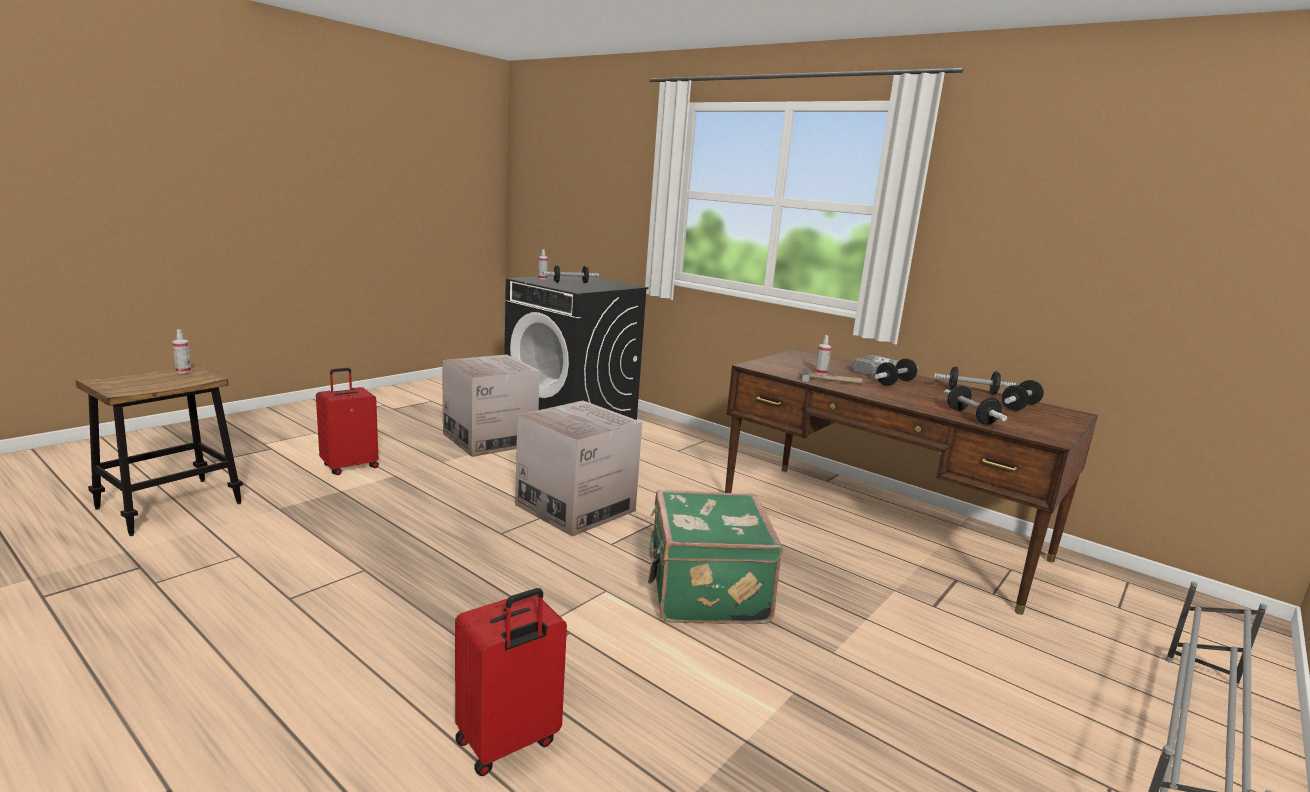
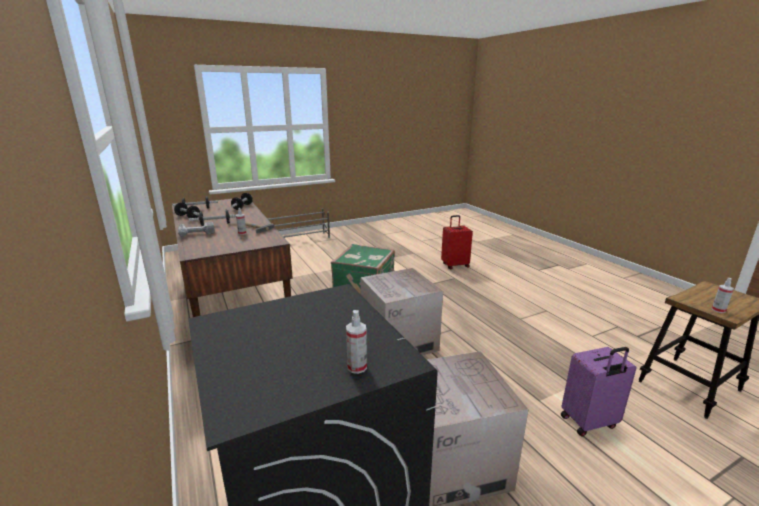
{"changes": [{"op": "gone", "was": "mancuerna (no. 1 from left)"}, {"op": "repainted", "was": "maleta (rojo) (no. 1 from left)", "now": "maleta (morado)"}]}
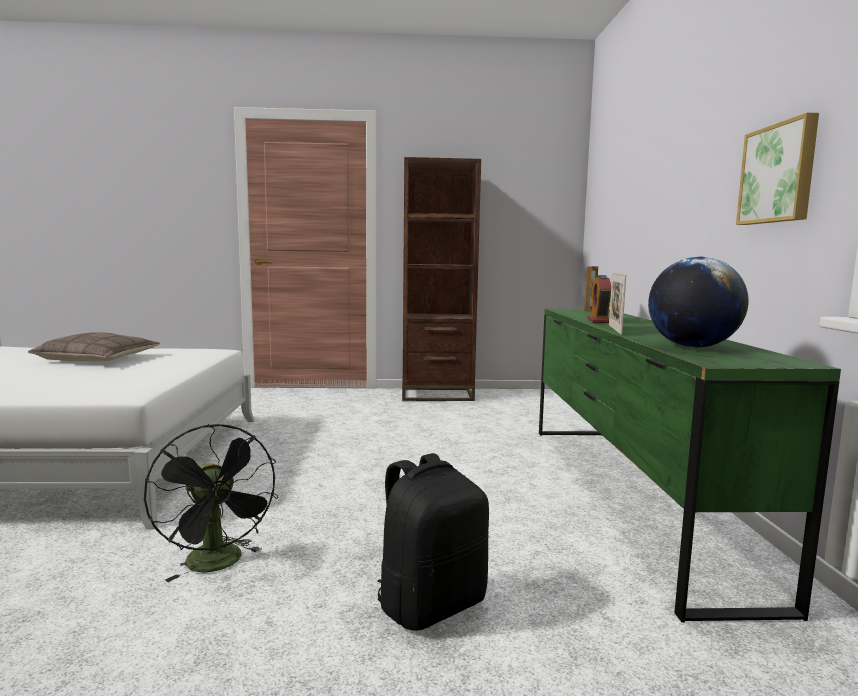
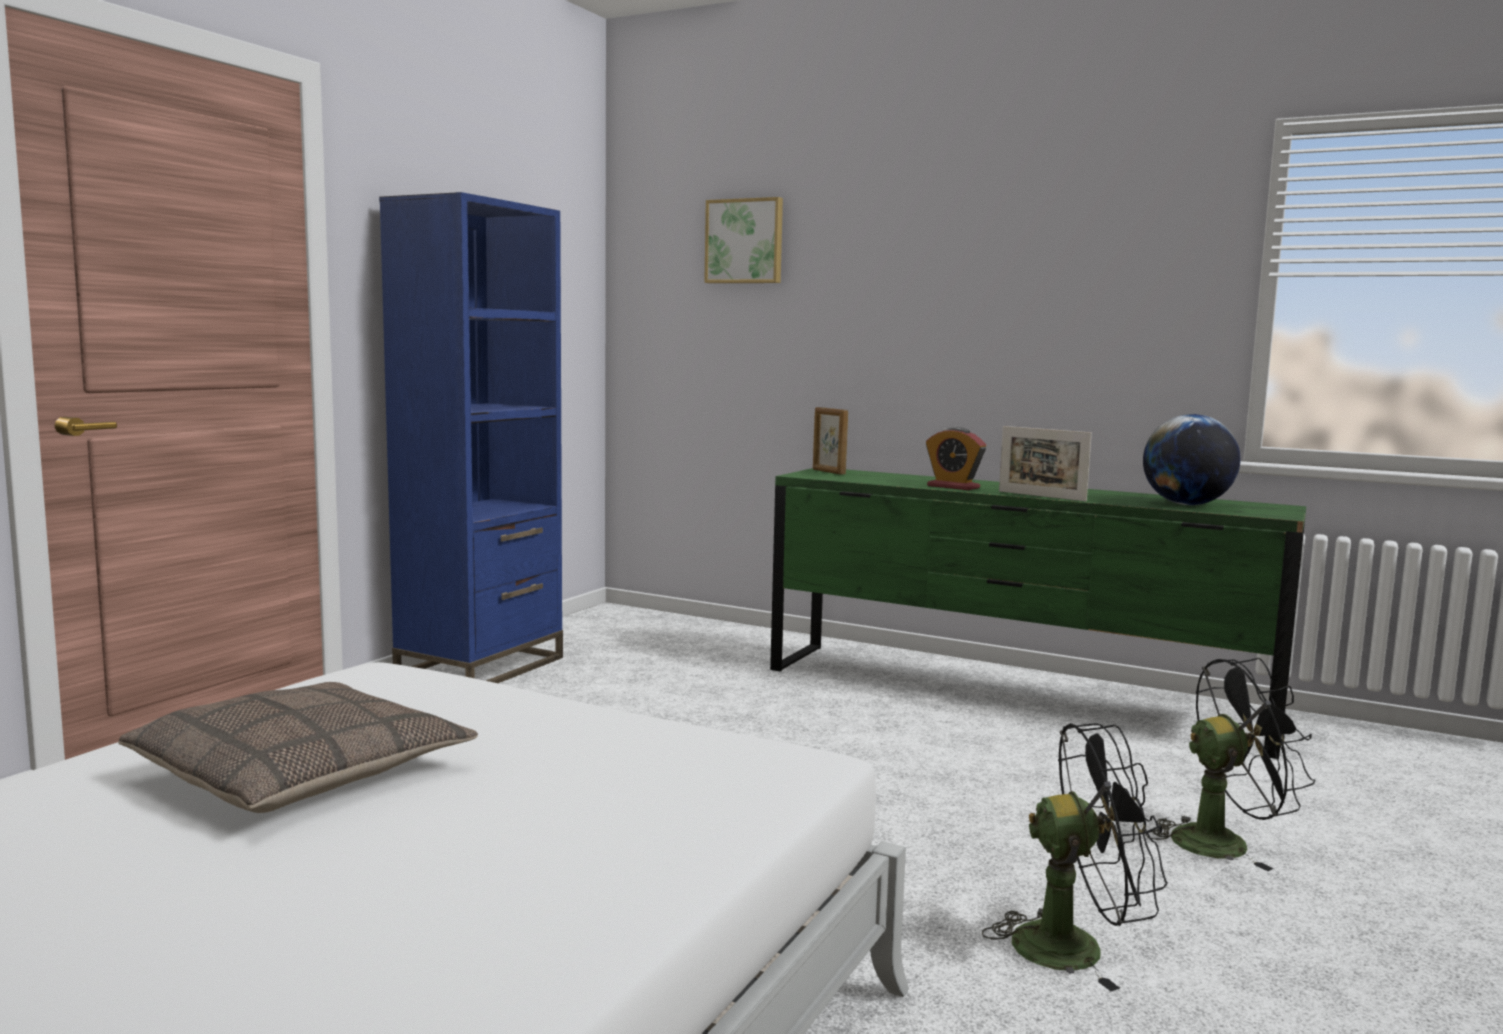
{"changes": [{"op": "shifted", "was": "cuadro"}, {"op": "swapped", "was": "mochila (negro)", "now": "ventilador (negro) (no. 2 from left)"}, {"op": "repainted", "was": "estantería (marrón)", "now": "estantería (azul)"}]}
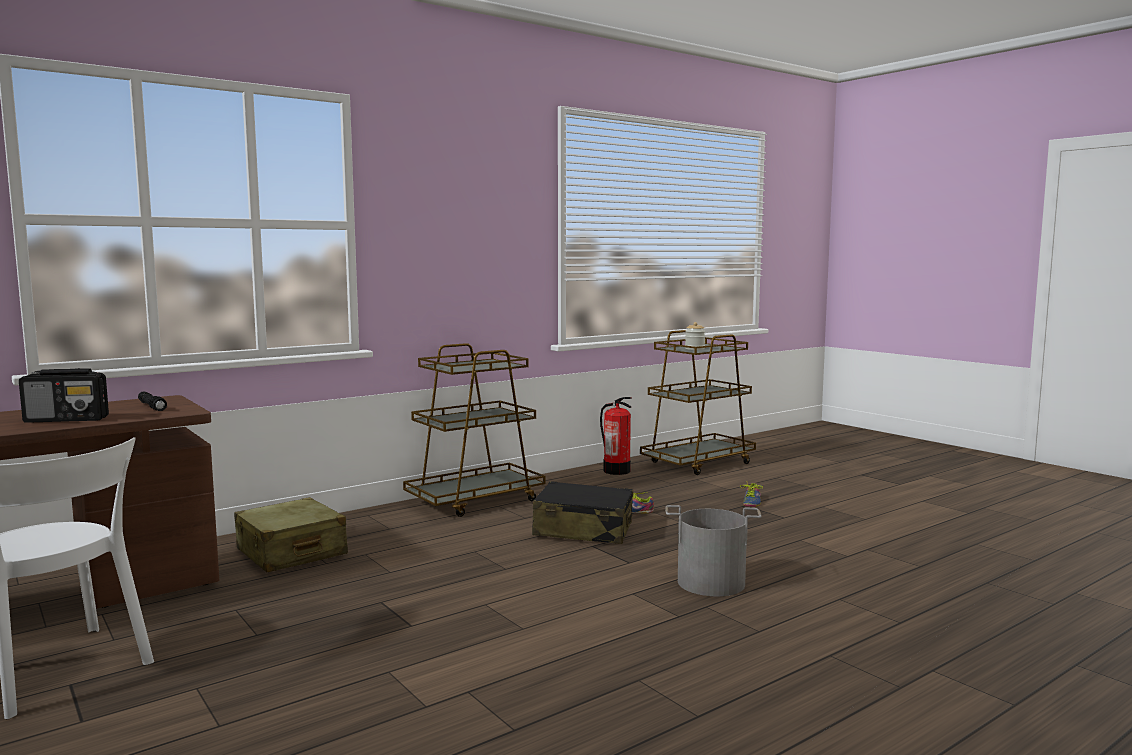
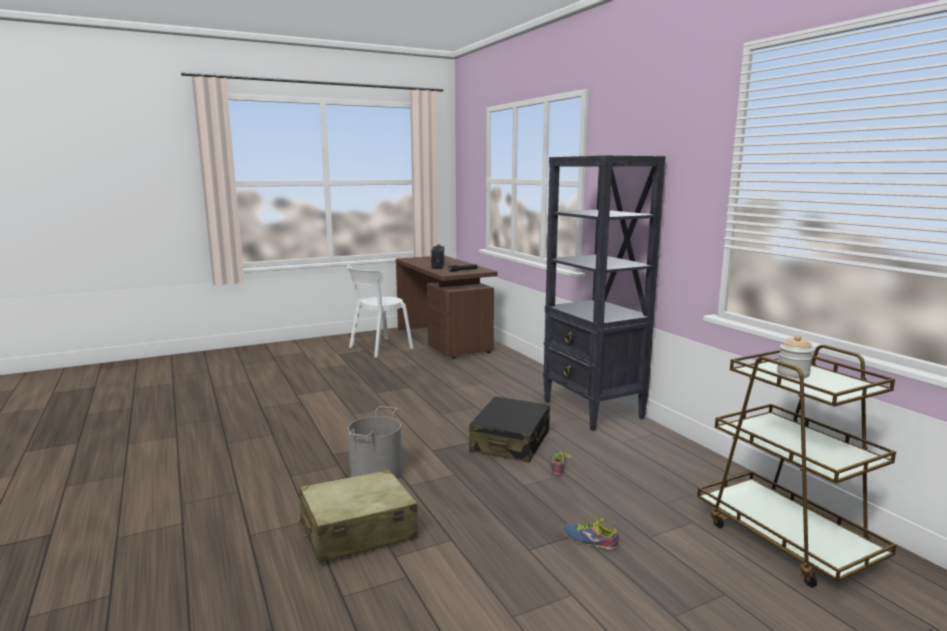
{"changes": [{"op": "gone", "was": "extintor"}, {"op": "shifted", "was": "maleta (beis)"}, {"op": "swapped", "was": "carrito (marrón) (no. 1 from left)", "now": "estantería (negro)"}]}
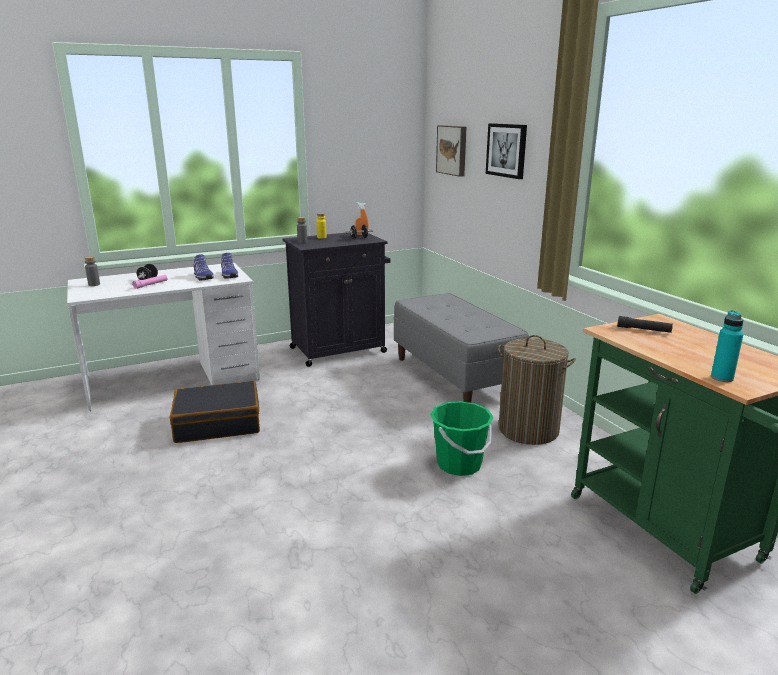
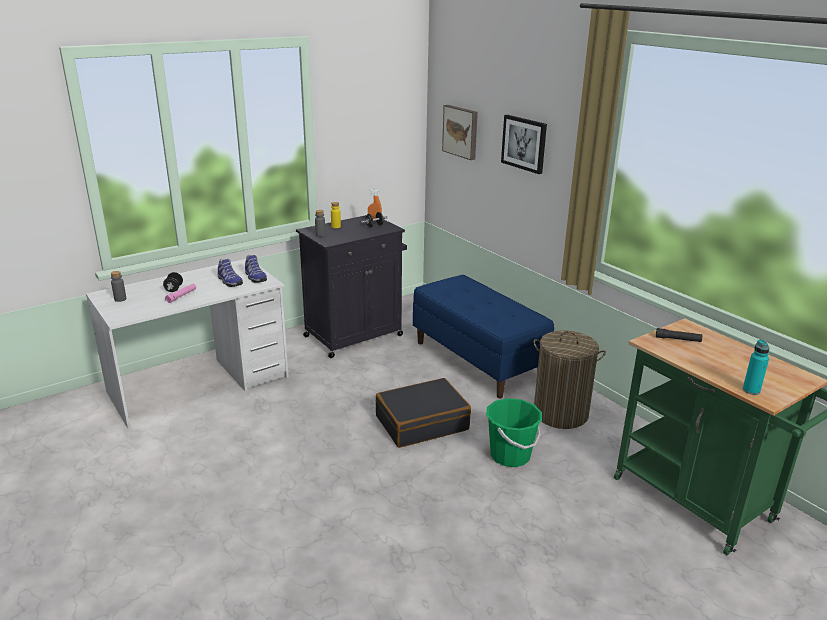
{"changes": [{"op": "shifted", "was": "maleta (negro)"}, {"op": "repainted", "was": "banco (gris)", "now": "banco (azul)"}]}
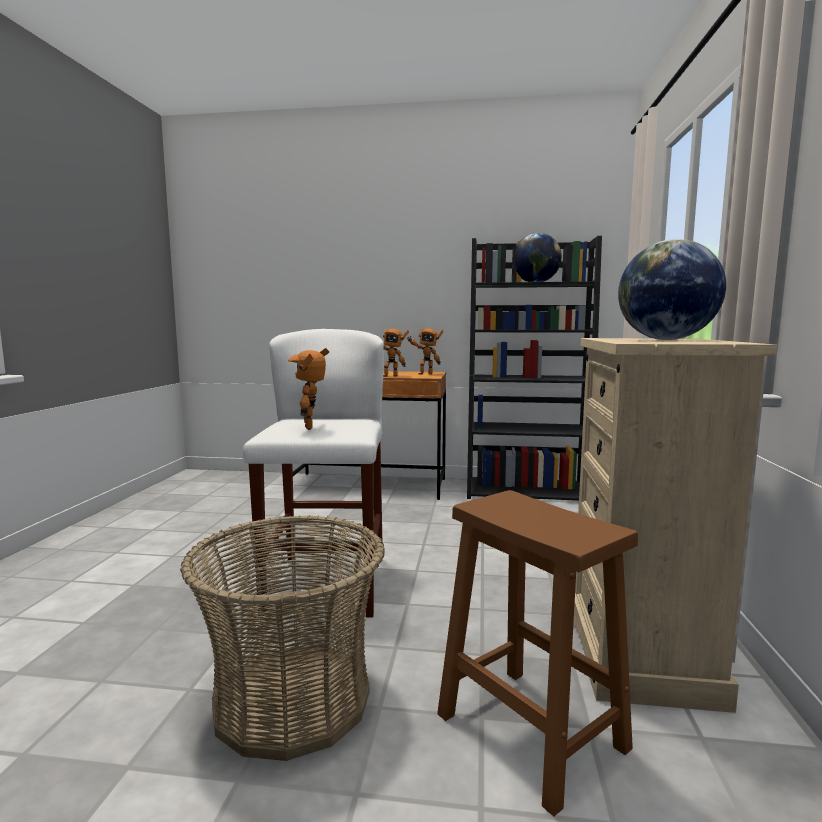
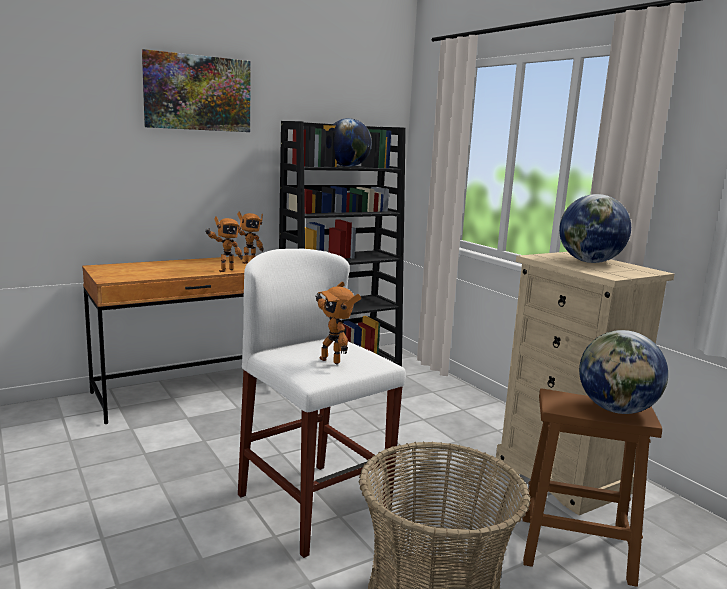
{"changes": [{"op": "new", "now": "cuadro"}, {"op": "new", "now": "globo terráqueo (no. 3 from left)"}]}
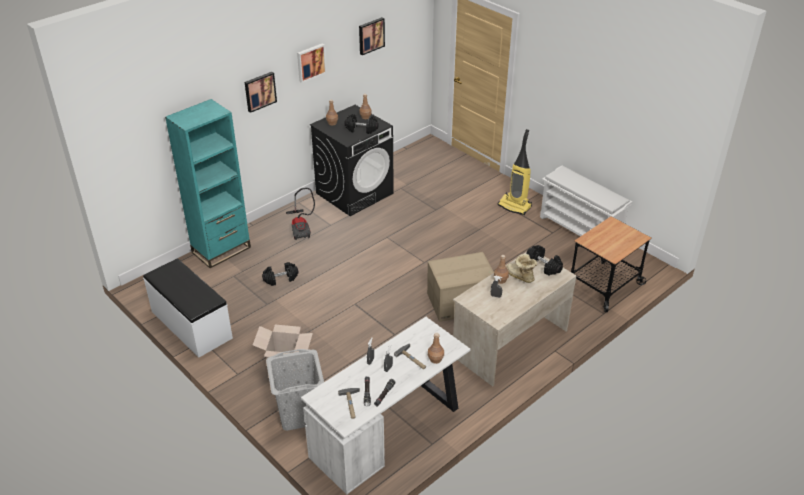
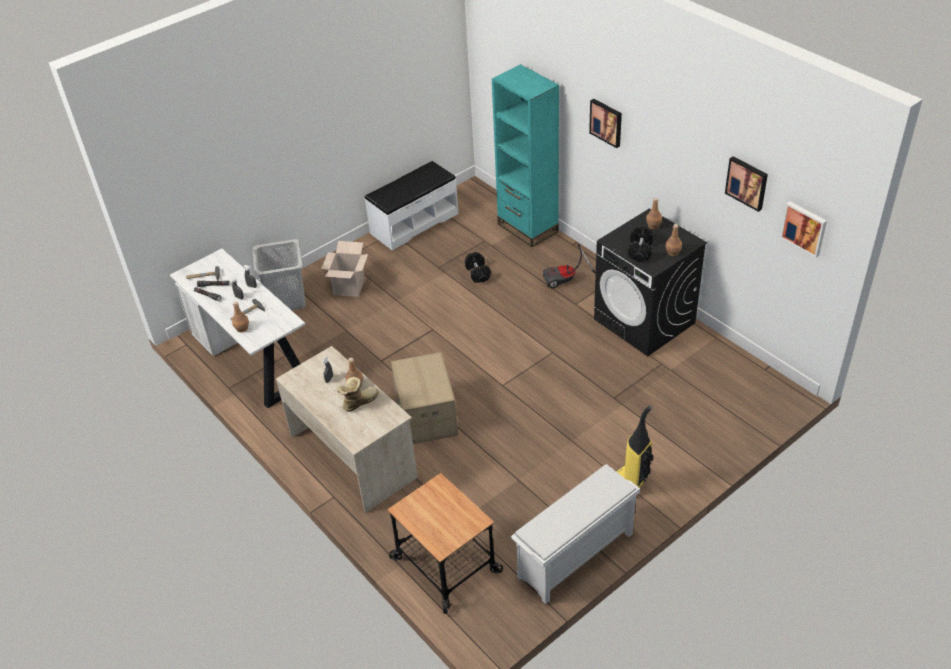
{"changes": [{"op": "gone", "was": "mancuerna (negro) (no. 3 from left)"}, {"op": "shifted", "was": "cuadro (no. 2 from left in the first image)", "now": "cuadro (no. 3 from left)"}]}
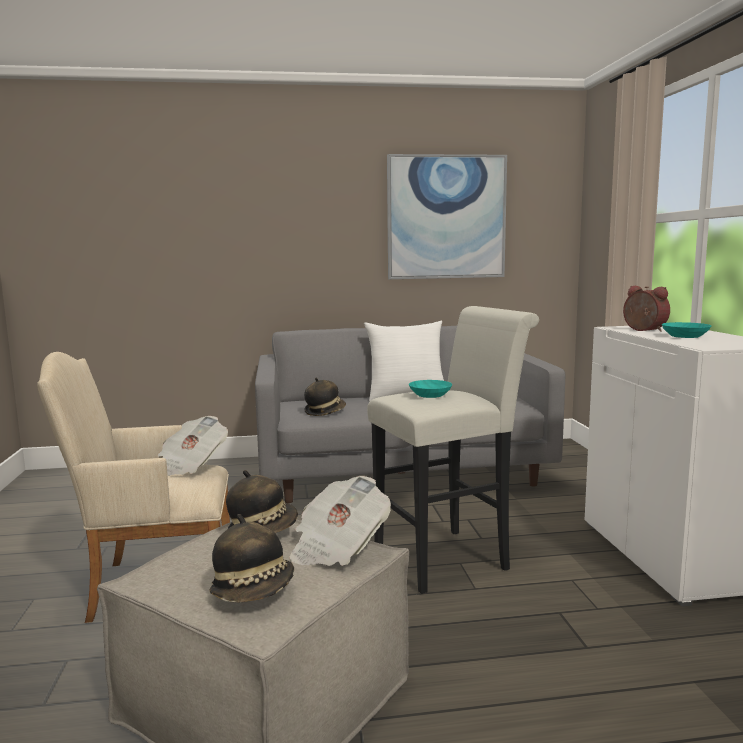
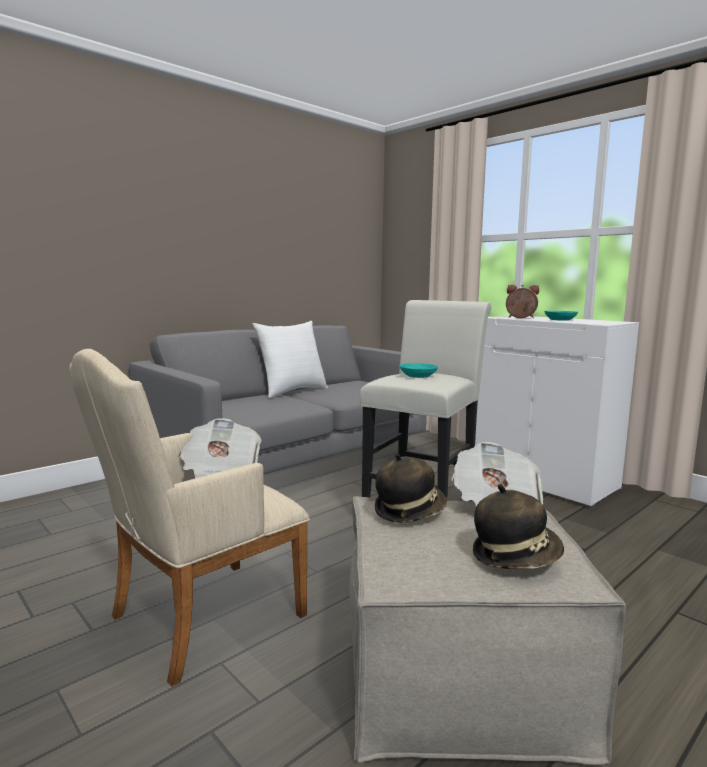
{"changes": [{"op": "gone", "was": "sombrero (no. 3 from left)"}, {"op": "gone", "was": "cuadro"}]}
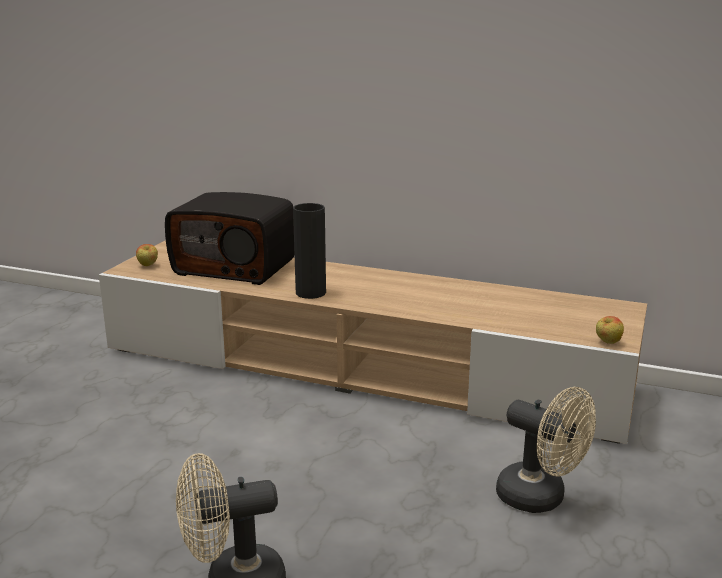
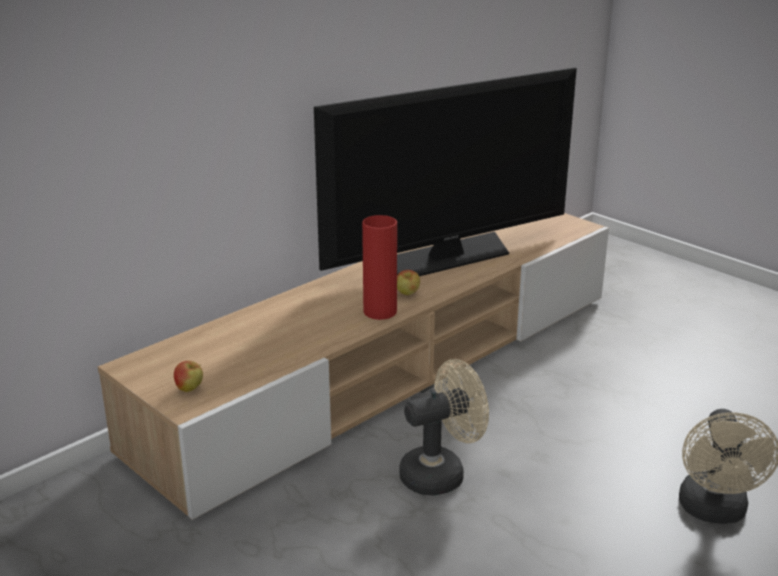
{"changes": [{"op": "gone", "was": "radio"}, {"op": "new", "now": "televisor"}, {"op": "shifted", "was": "ventilador (beis) (no. 2 from left in the first image)", "now": "ventilador (beis) (no. 1 from left)"}, {"op": "shifted", "was": "manzana (no. 2 from left)"}, {"op": "repainted", "was": "florero (negro)", "now": "florero (rojo)"}]}
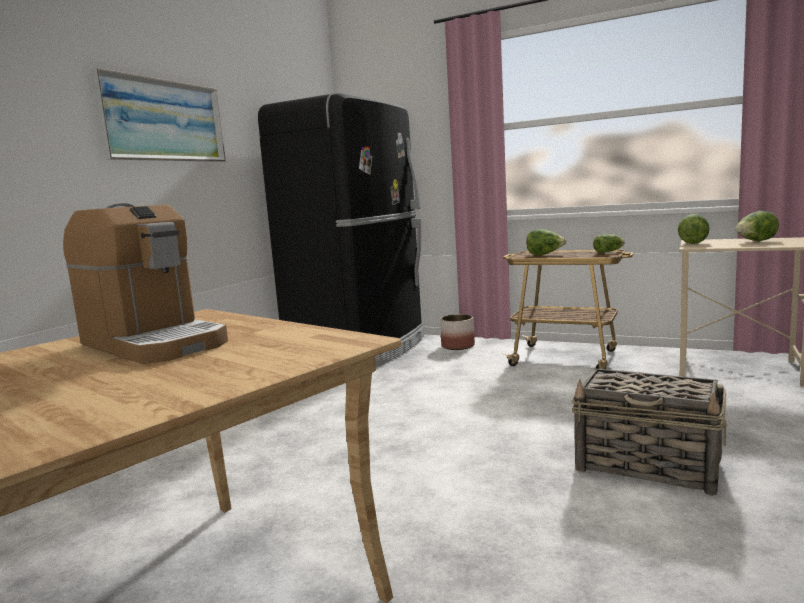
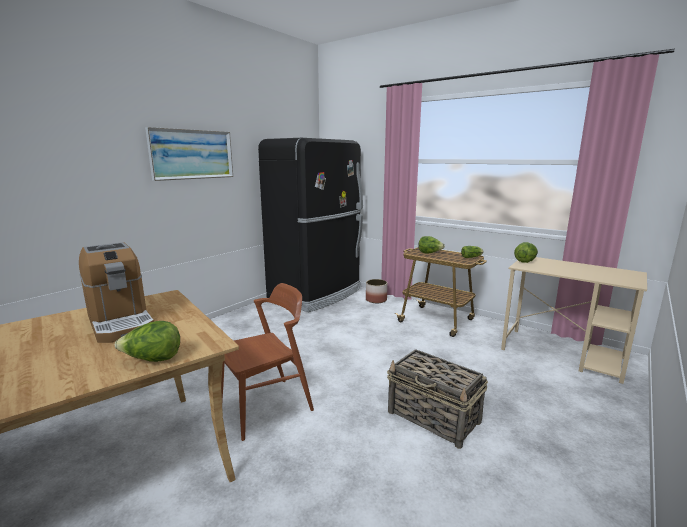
{"changes": [{"op": "new", "now": "silla (marrón)"}, {"op": "shifted", "was": "lechuga (no. 4 from left in the first image)", "now": "lechuga (no. 1 from left)"}]}
